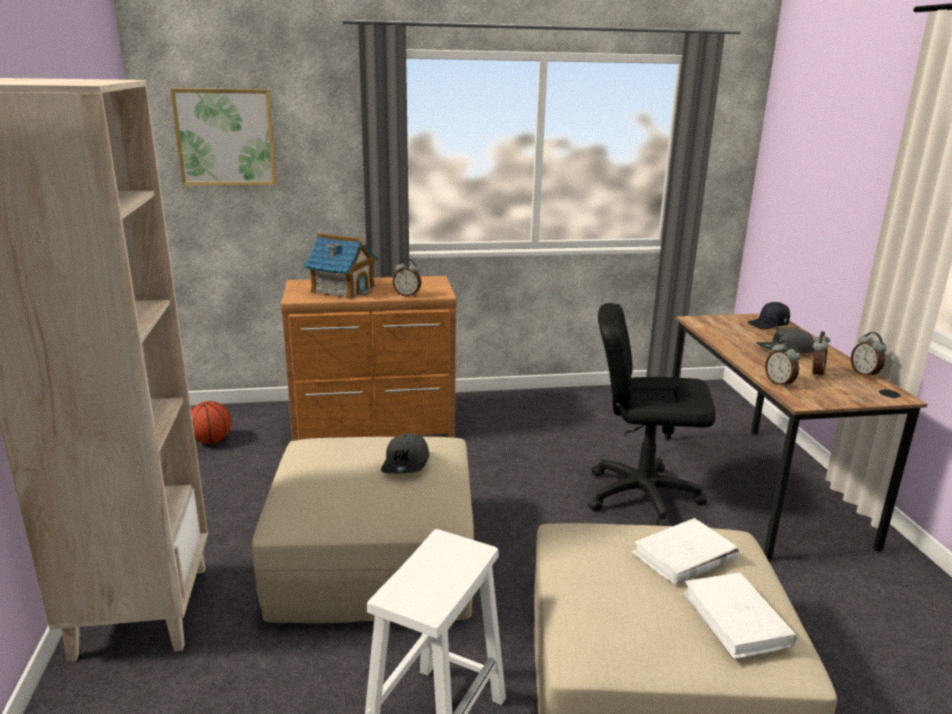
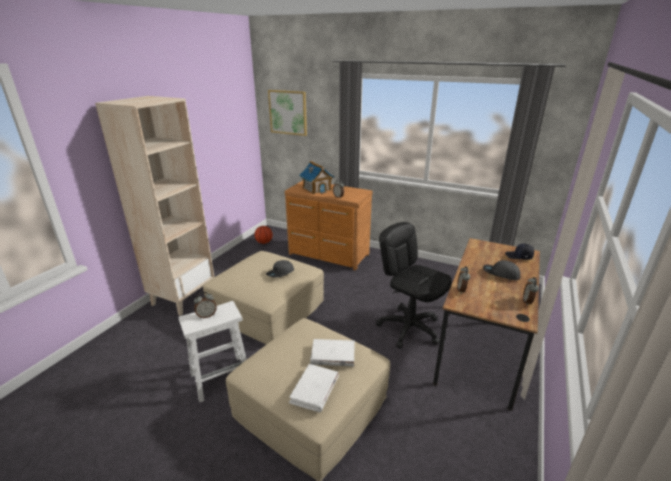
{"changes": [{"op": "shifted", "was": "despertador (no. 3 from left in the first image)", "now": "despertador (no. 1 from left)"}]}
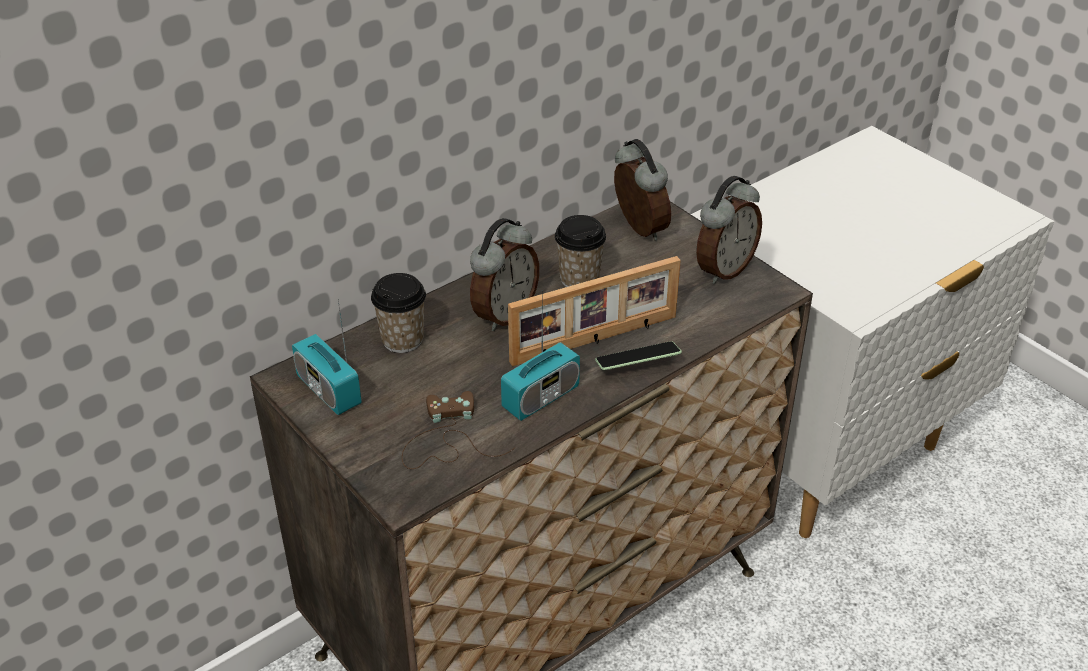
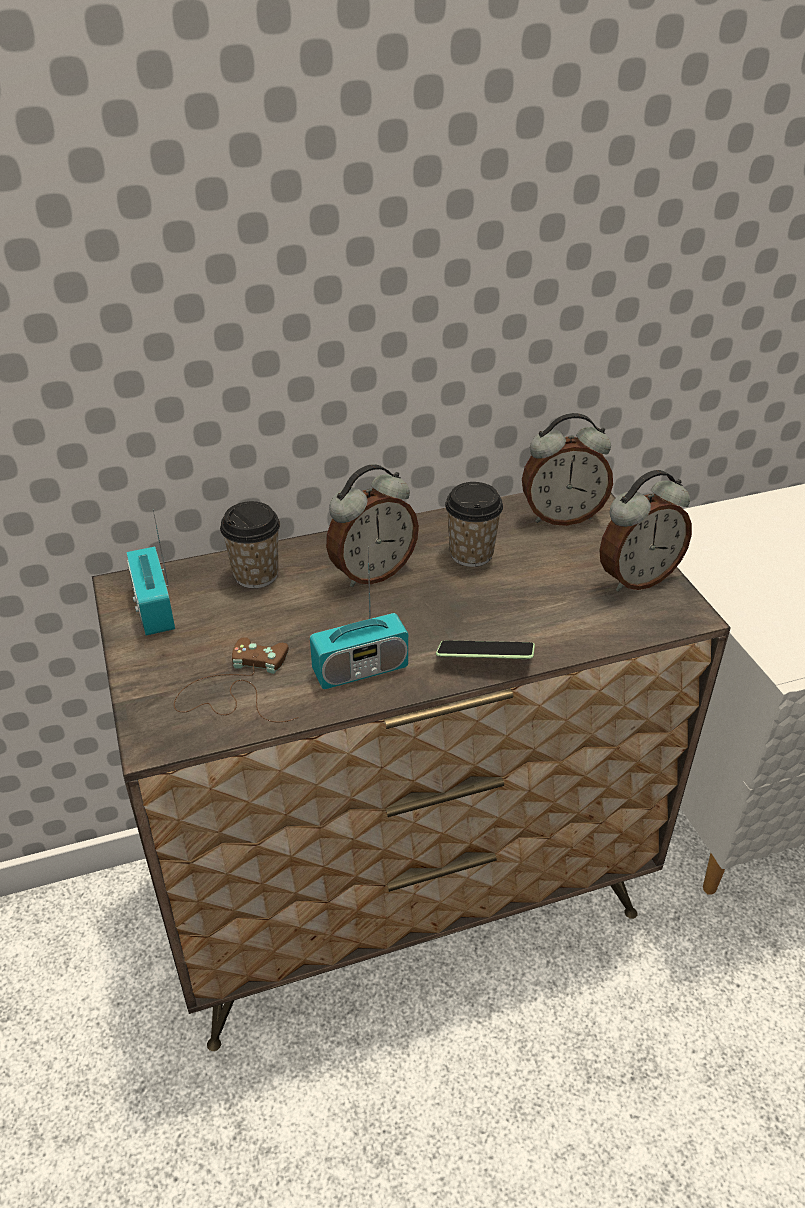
{"changes": [{"op": "gone", "was": "portarretratos"}, {"op": "rotated", "was": "despertador (no. 2 from left)", "clockwise": 90}]}
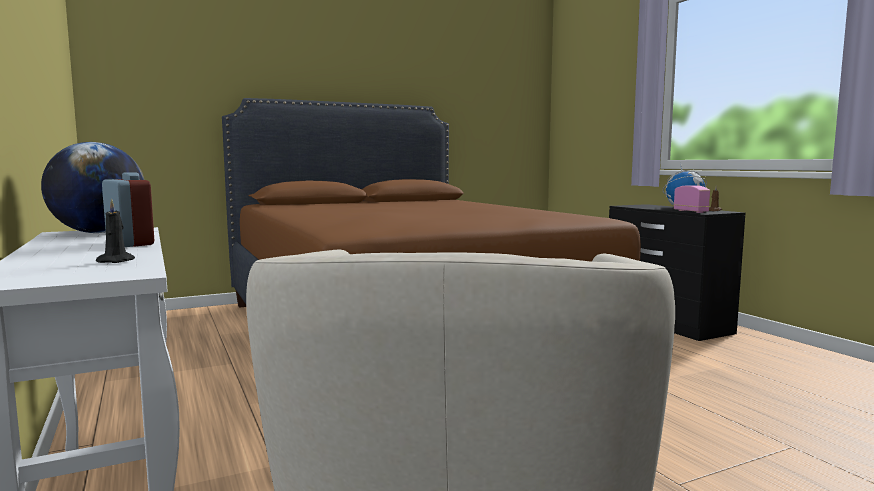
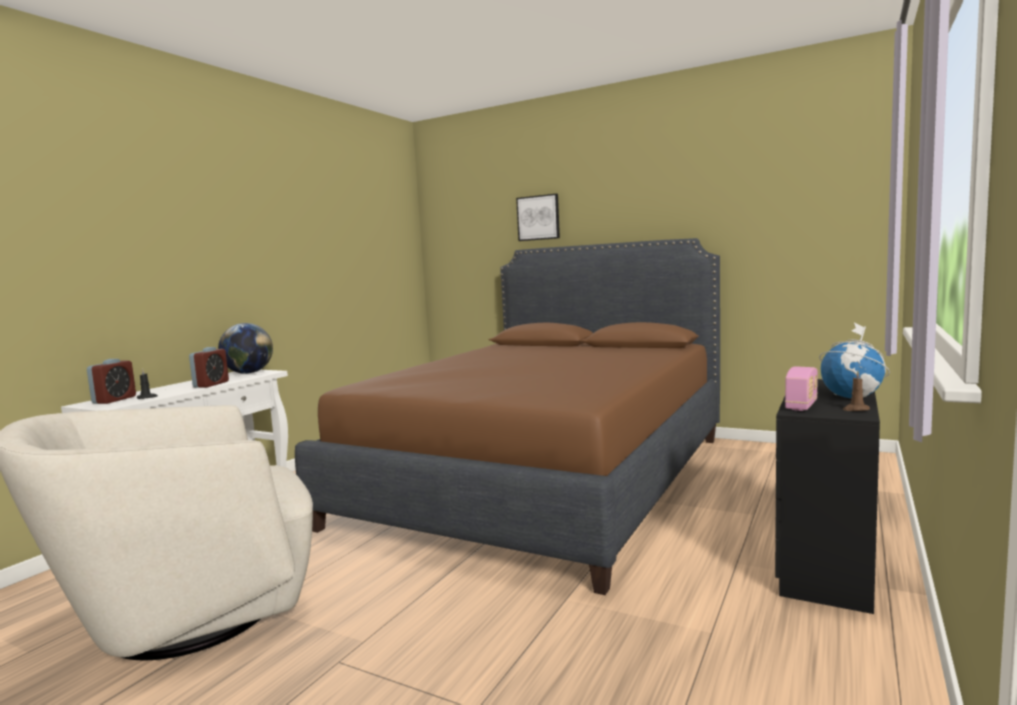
{"changes": [{"op": "new", "now": "despertador (no. 1 from left)"}, {"op": "new", "now": "cuadro"}]}
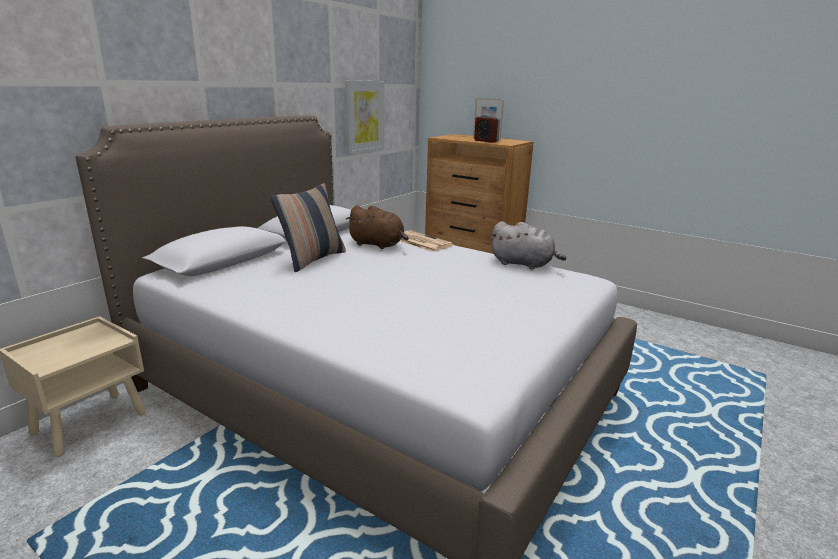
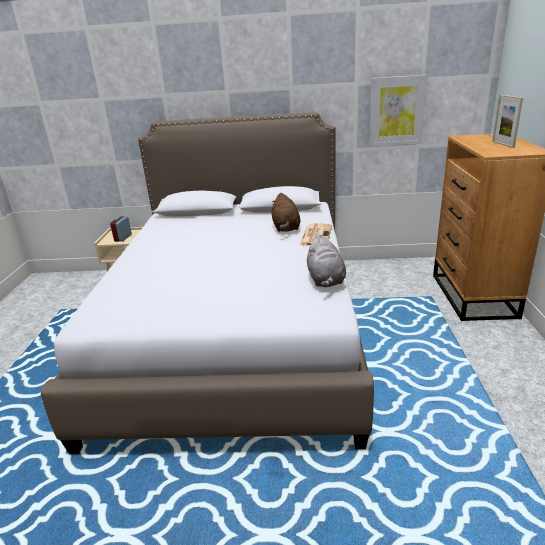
{"changes": [{"op": "gone", "was": "cojín"}, {"op": "shifted", "was": "despertador"}]}
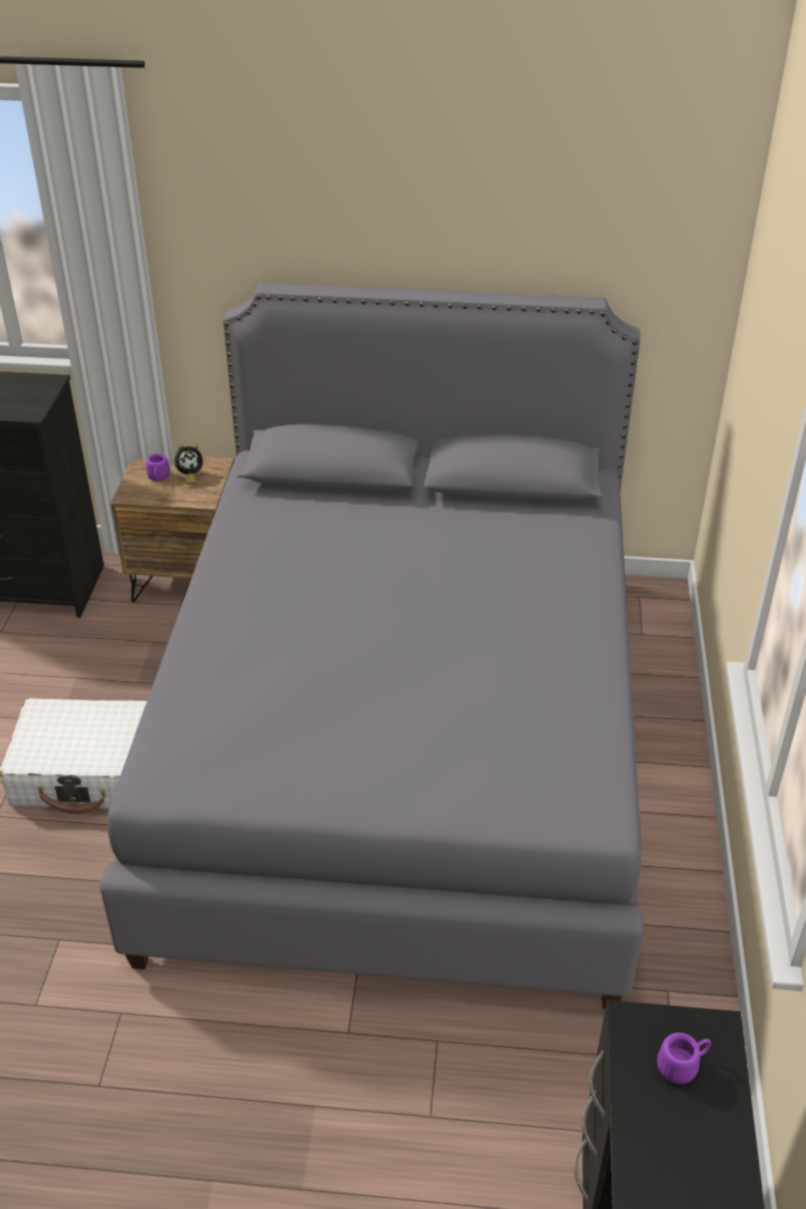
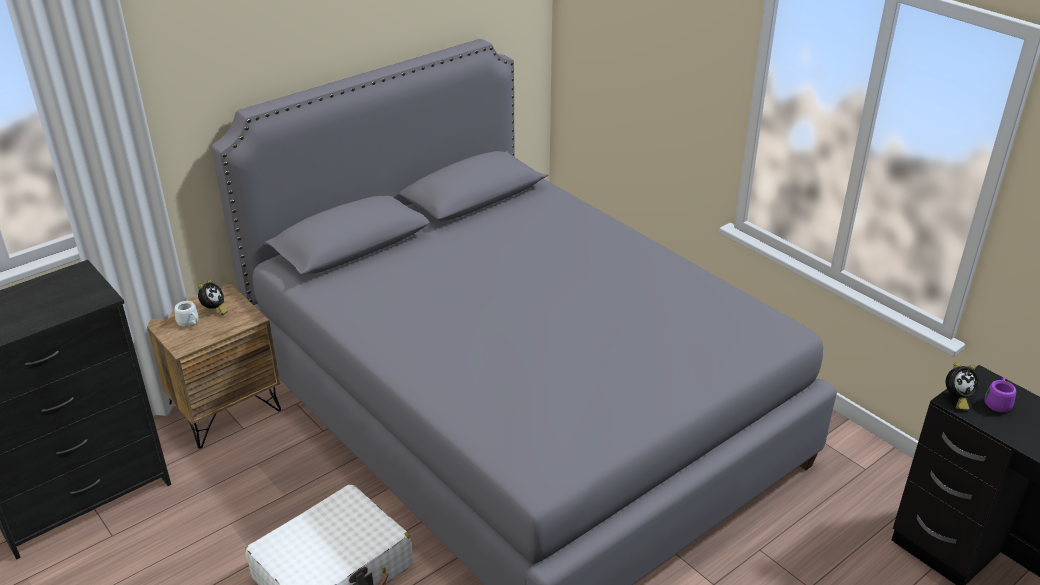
{"changes": [{"op": "new", "now": "despertador (no. 2 from left)"}, {"op": "repainted", "was": "taza grande (morado) (no. 1 from left)", "now": "taza grande (blanco)"}]}
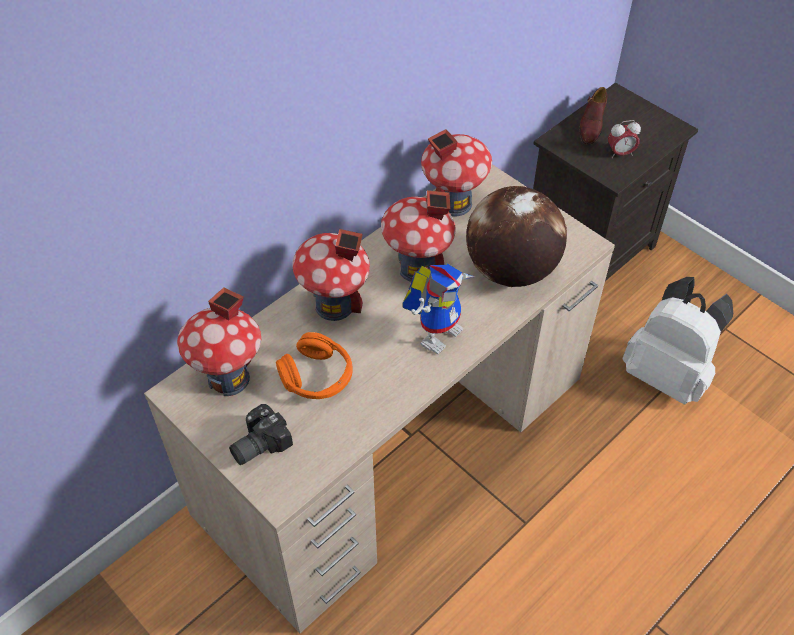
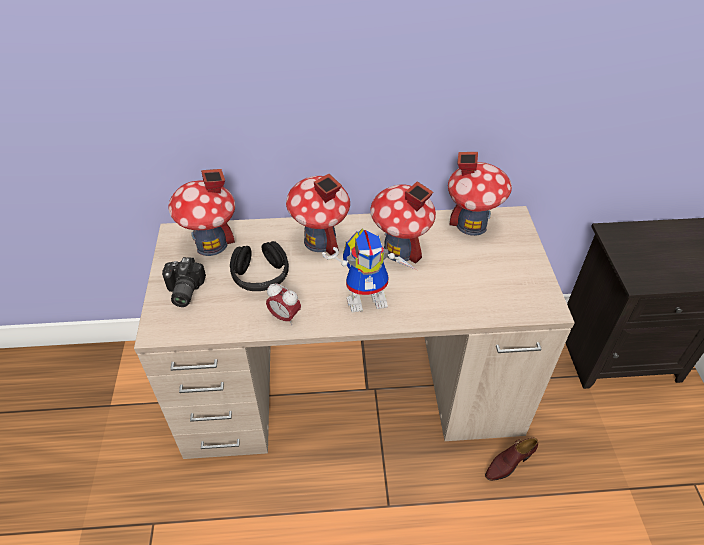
{"changes": [{"op": "gone", "was": "globo terráqueo"}, {"op": "gone", "was": "mochila (blanco)"}, {"op": "shifted", "was": "zapato (marrón)"}, {"op": "shifted", "was": "despertador"}, {"op": "repainted", "was": "auriculares (naranja)", "now": "auriculares (negro)"}, {"op": "rotated", "was": "cámara", "clockwise": -90}]}
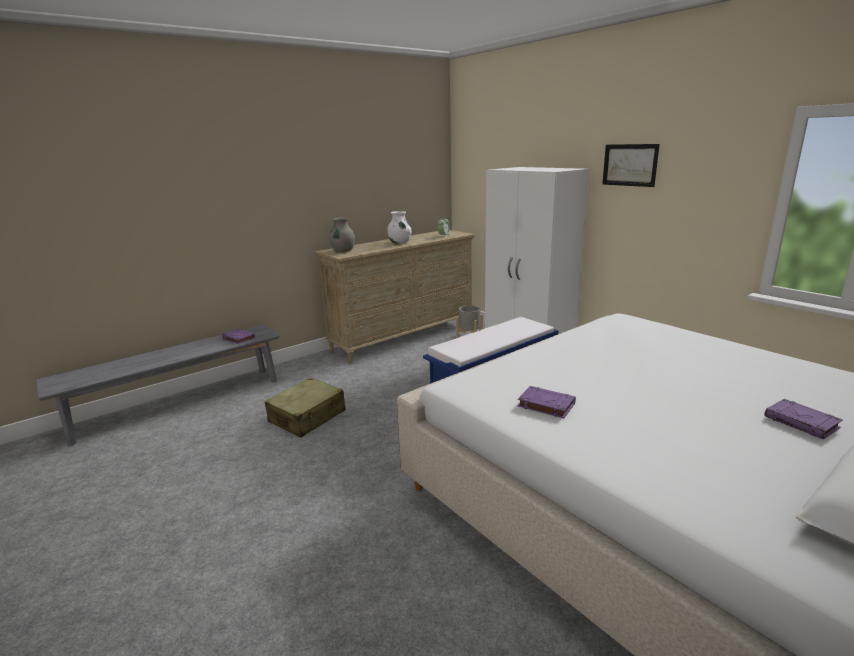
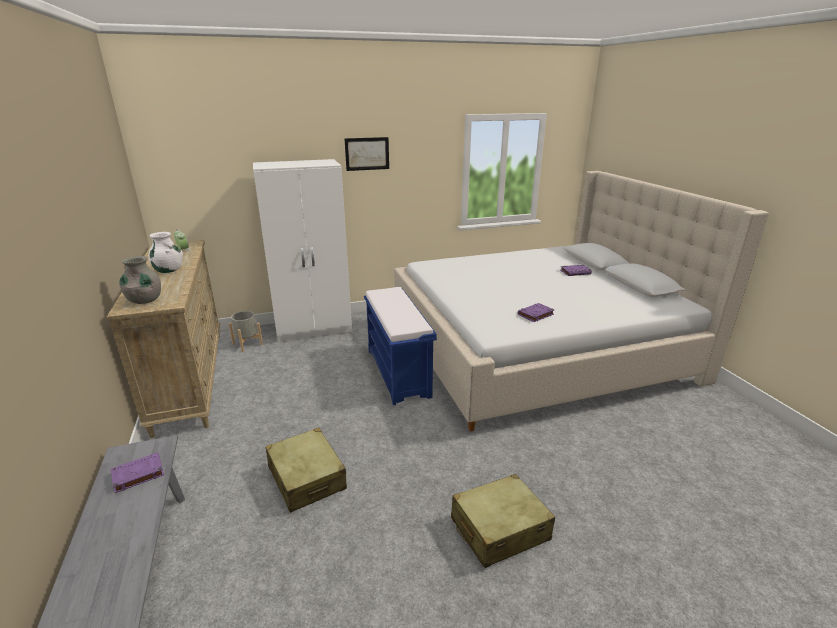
{"changes": [{"op": "new", "now": "maleta (beis) (no. 2 from left)"}]}
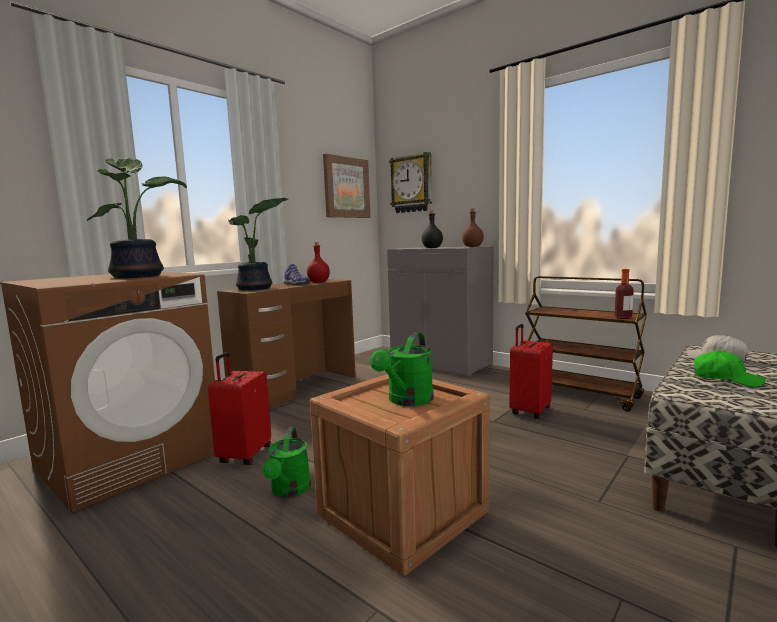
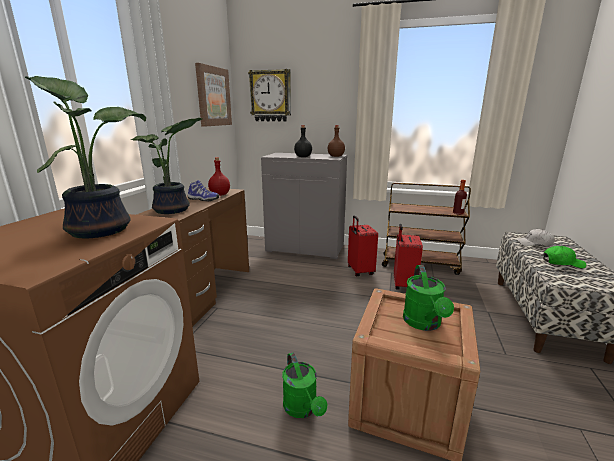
{"changes": [{"op": "shifted", "was": "maleta (rojo) (no. 1 from left)"}]}
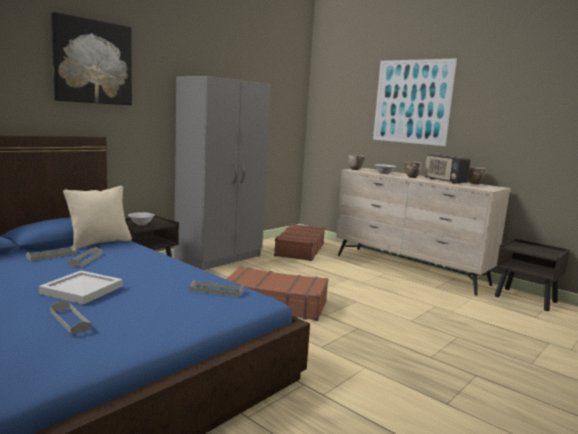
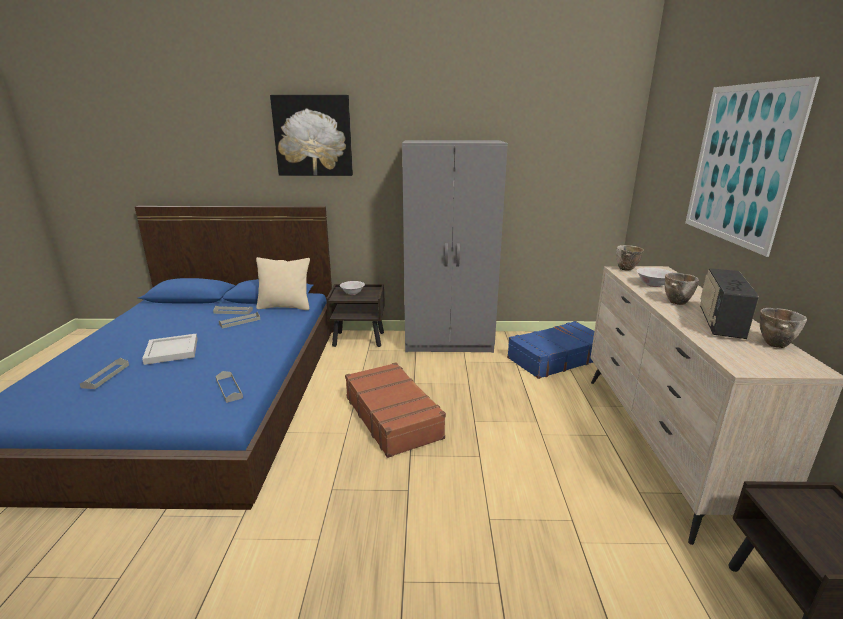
{"changes": [{"op": "repainted", "was": "maleta (marrón) (no. 2 from left)", "now": "maleta (azul)"}]}
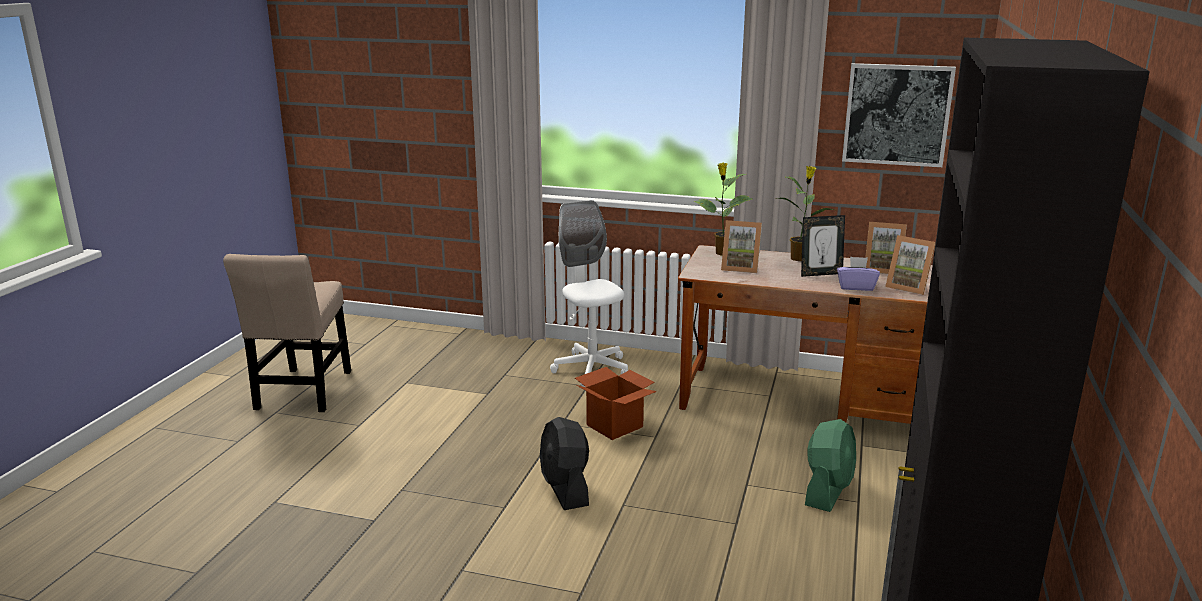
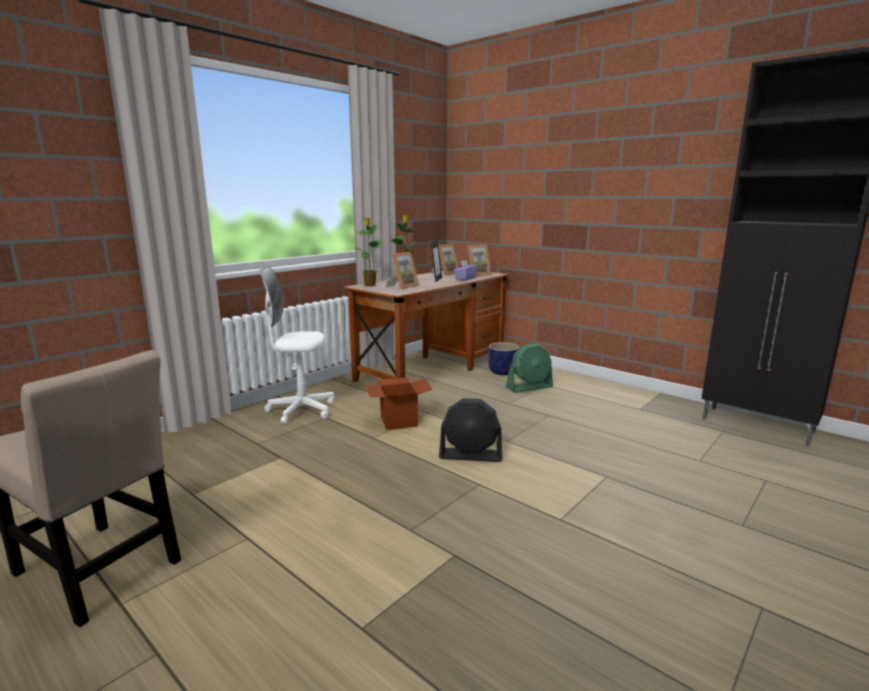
{"changes": [{"op": "gone", "was": "cuadro"}, {"op": "new", "now": "maceta"}, {"op": "rotated", "was": "ventilador (verde)", "clockwise": 105}]}
